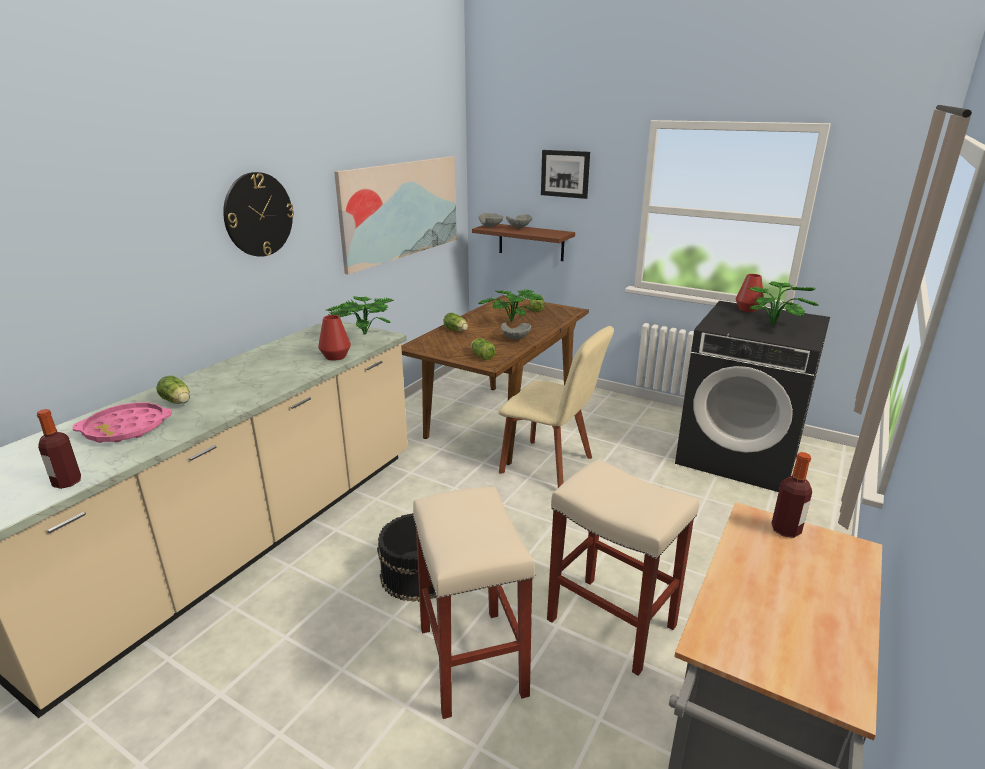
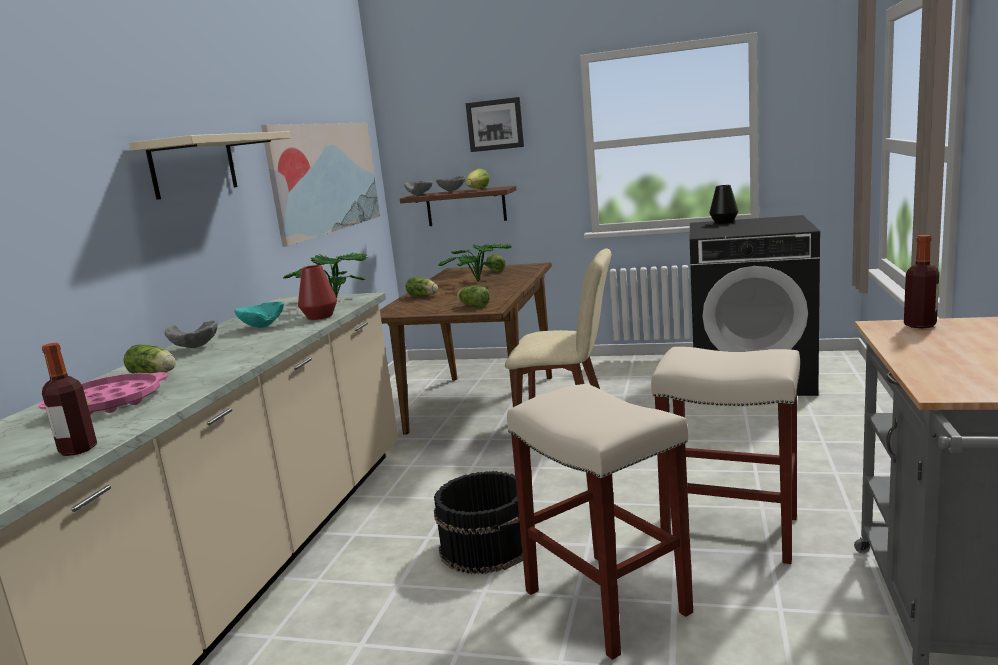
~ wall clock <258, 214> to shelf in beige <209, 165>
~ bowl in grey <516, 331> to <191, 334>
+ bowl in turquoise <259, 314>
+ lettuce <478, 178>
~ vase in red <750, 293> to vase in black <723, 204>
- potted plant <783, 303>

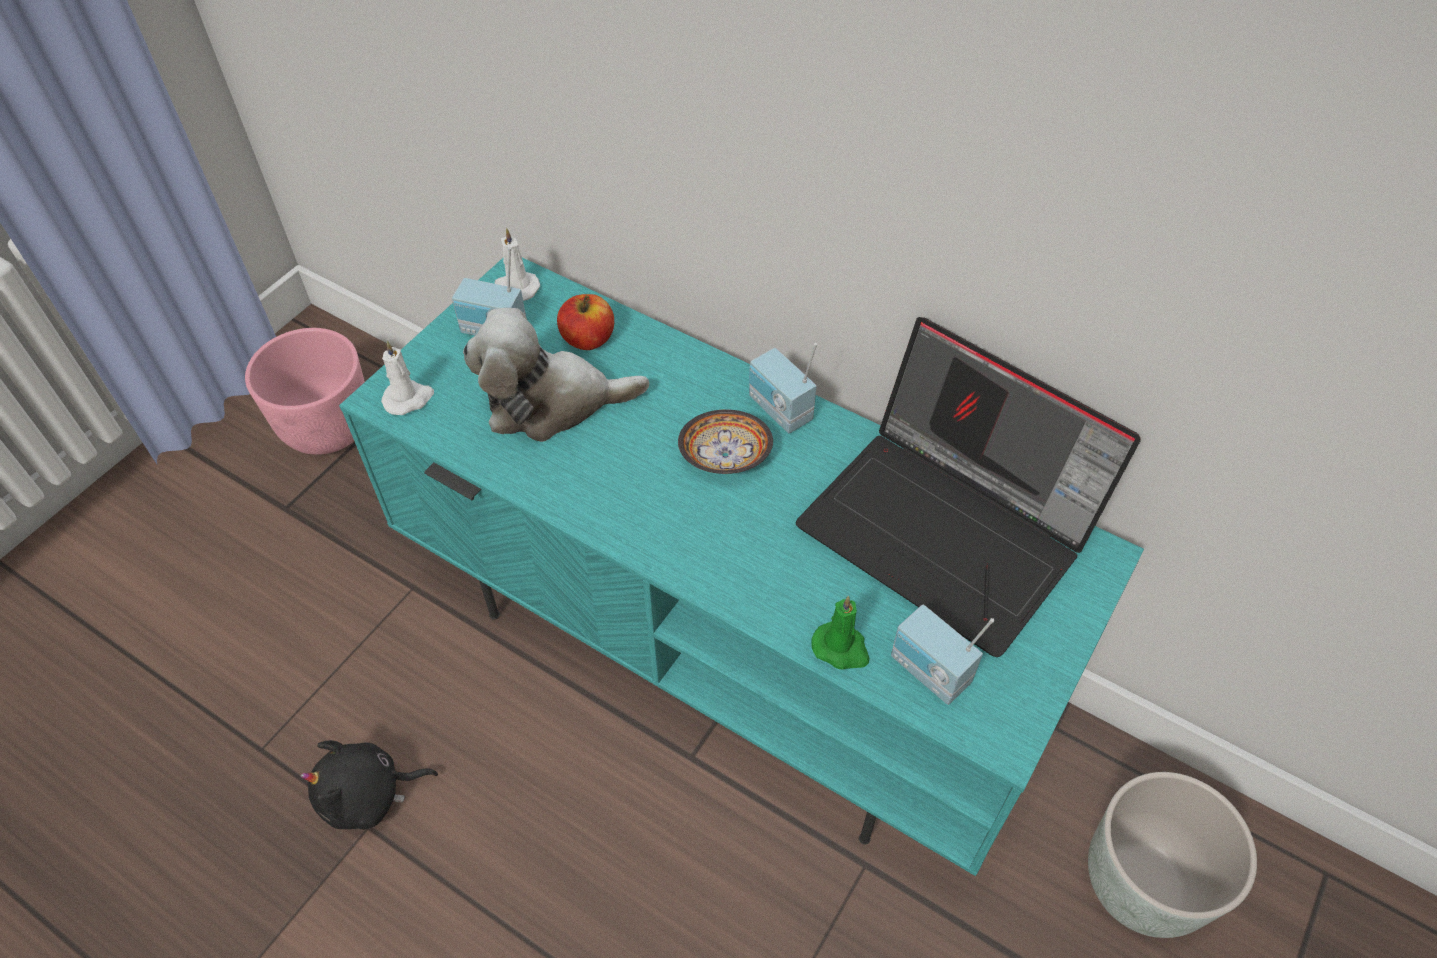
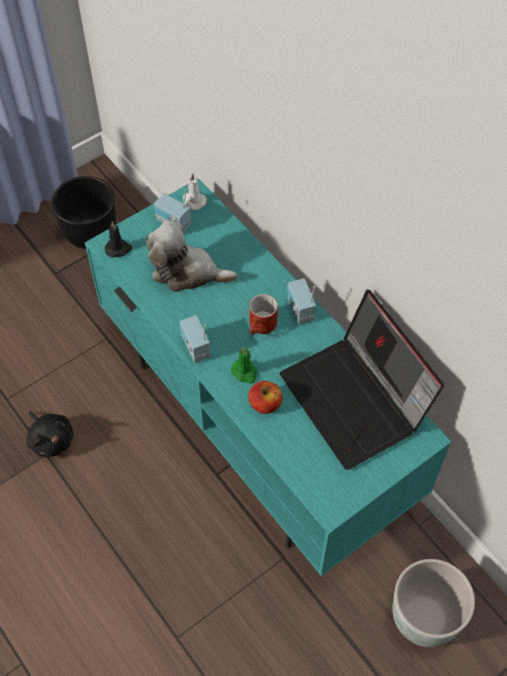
~ plush toy in black <369, 784> = <49, 434> 135 degrees counterclockwise
~ planter in pink <305, 391> to planter in black <84, 212>
~ candle in white <407, 378> to candle in black <118, 239>
~ radio <942, 654> to <195, 339>
~ candle in green <841, 633> to <244, 365>
~ apple <585, 322> to <265, 397>
~ bowl <725, 442> to mug in red <263, 314>

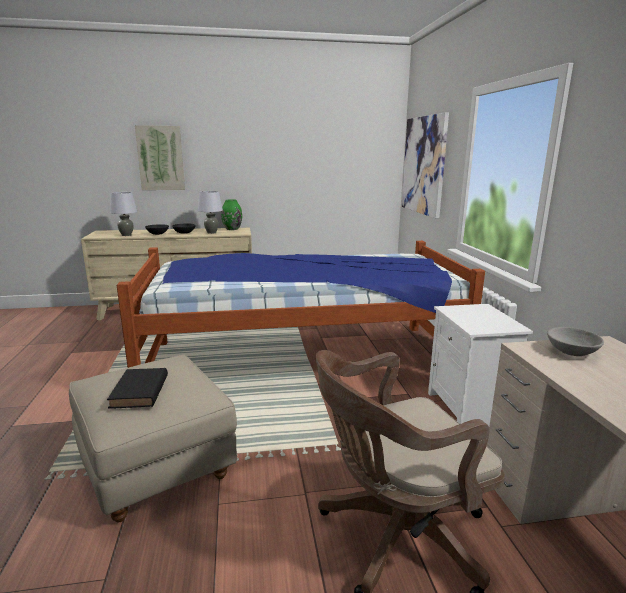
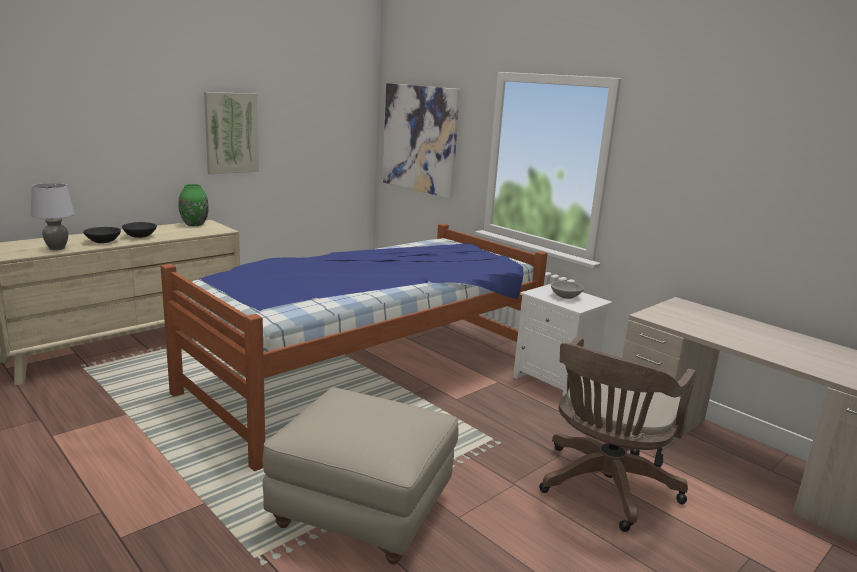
~ picture <160, 157> to <231, 133>
~ bowl in grey <575, 341> to <567, 290>
- book in black <137, 388>
- table lamp in grey <210, 212>

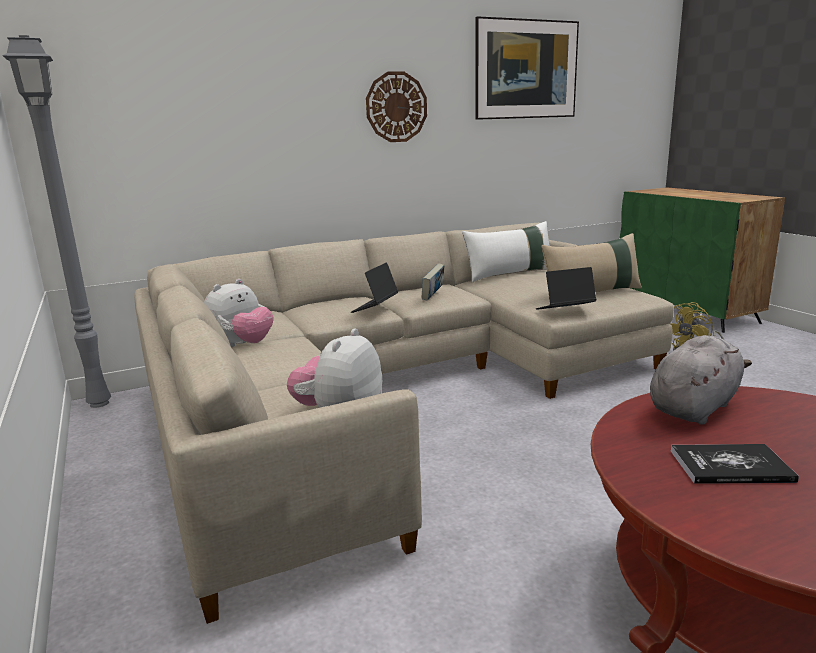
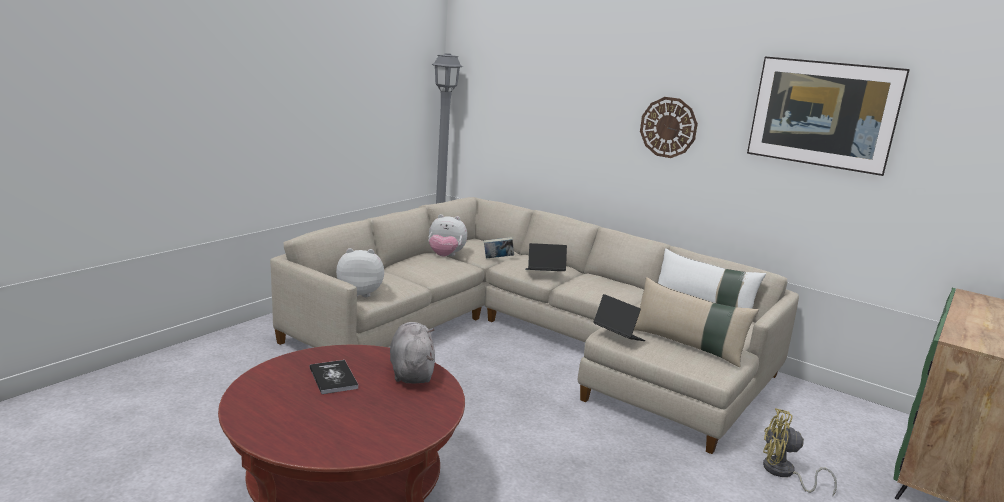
~ plush toy in grey <701, 380> = <412, 353> 120 degrees counterclockwise
~ book <433, 282> to <499, 248>

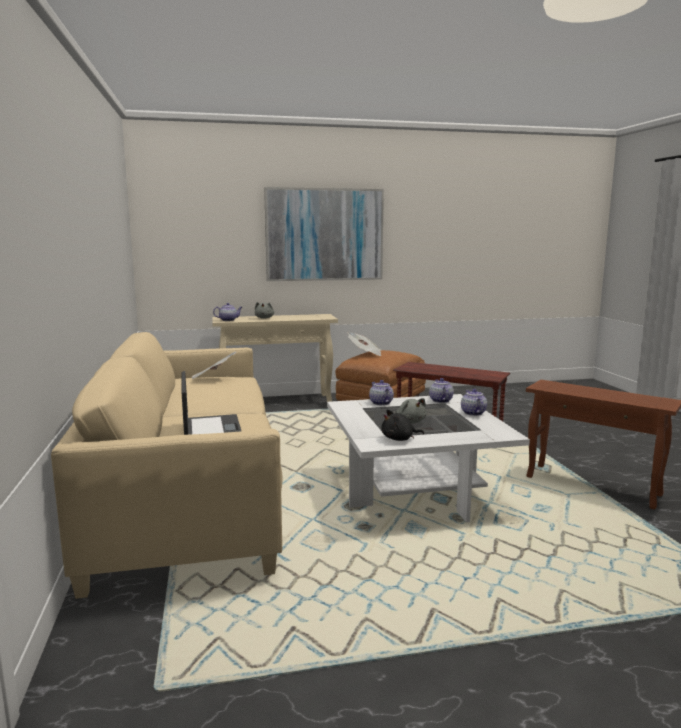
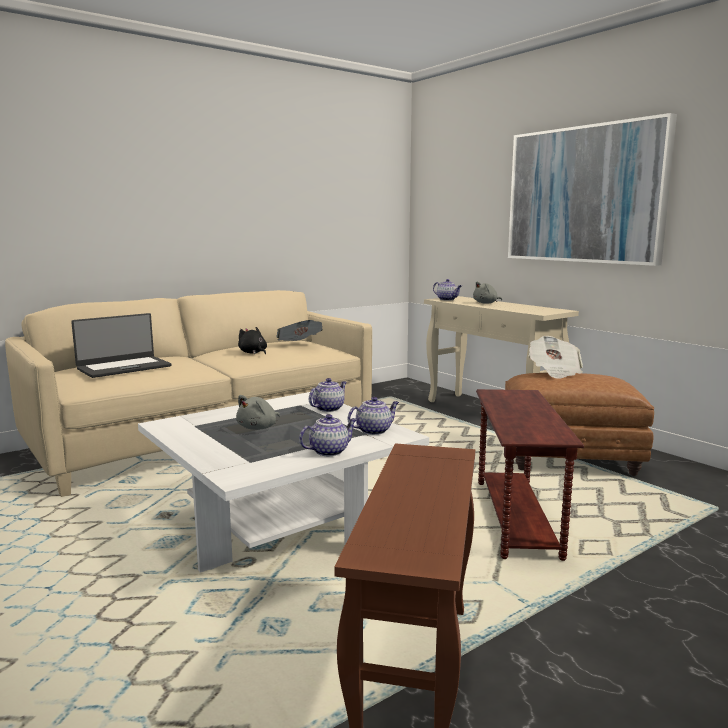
~ plush toy in black <402, 425> to <252, 340>

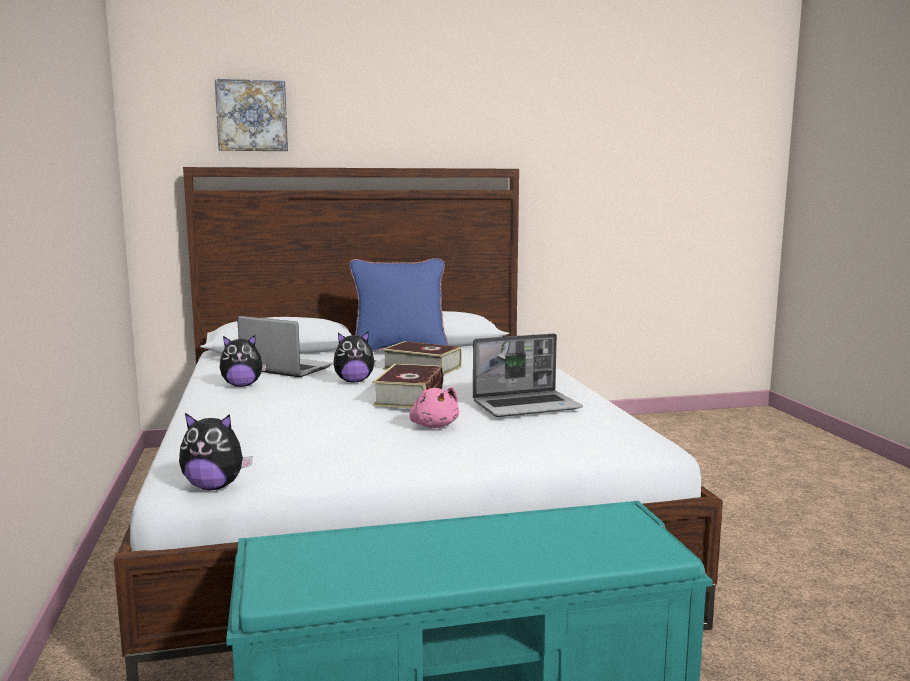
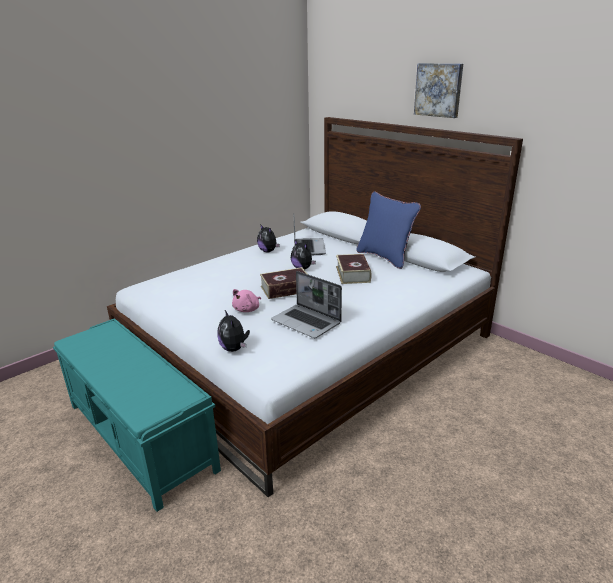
~ plush toy <216, 451> to <233, 331>
~ picture <251, 115> to <438, 90>

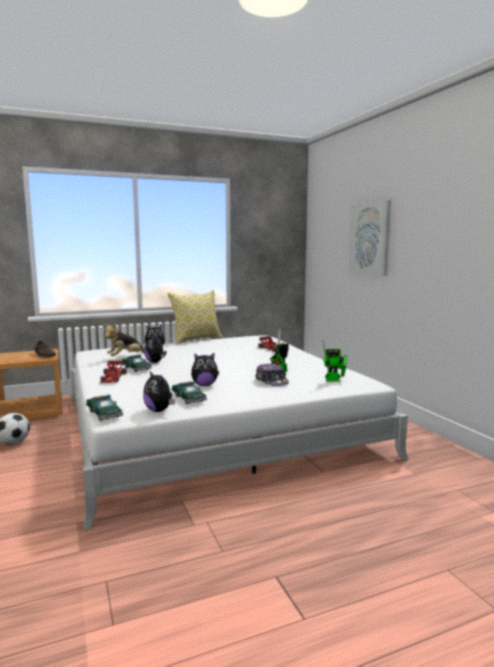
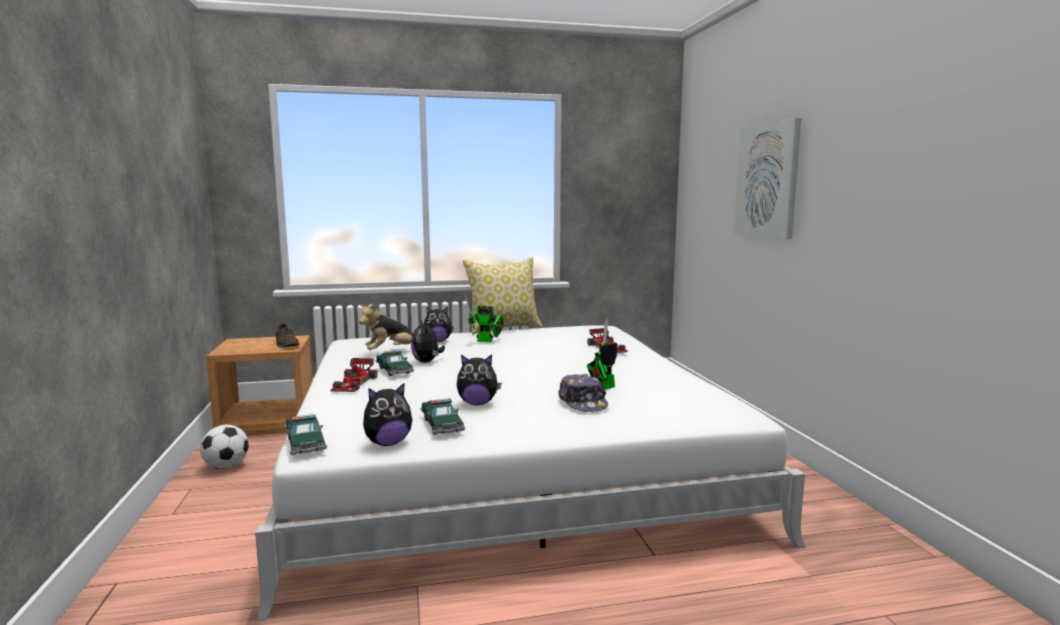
~ plush toy <159, 391> = <387, 414> 90 degrees counterclockwise
~ toy robot <335, 361> to <484, 318>

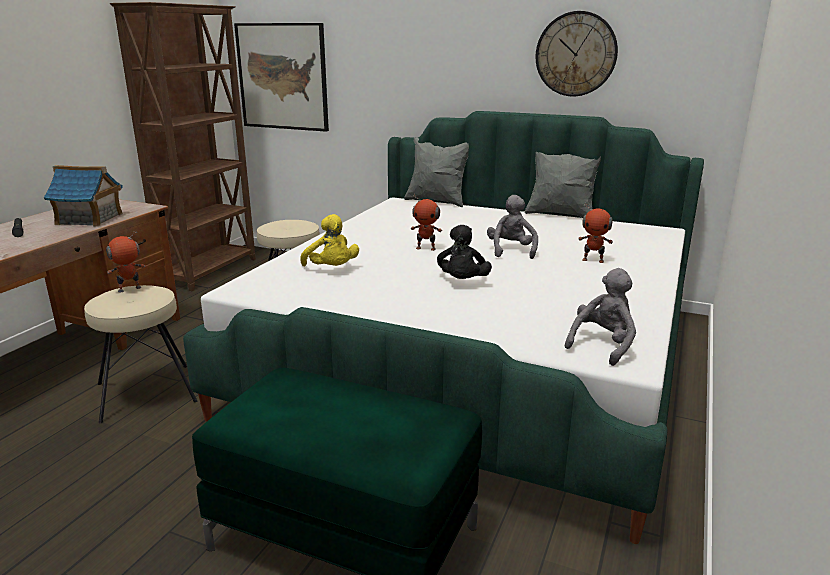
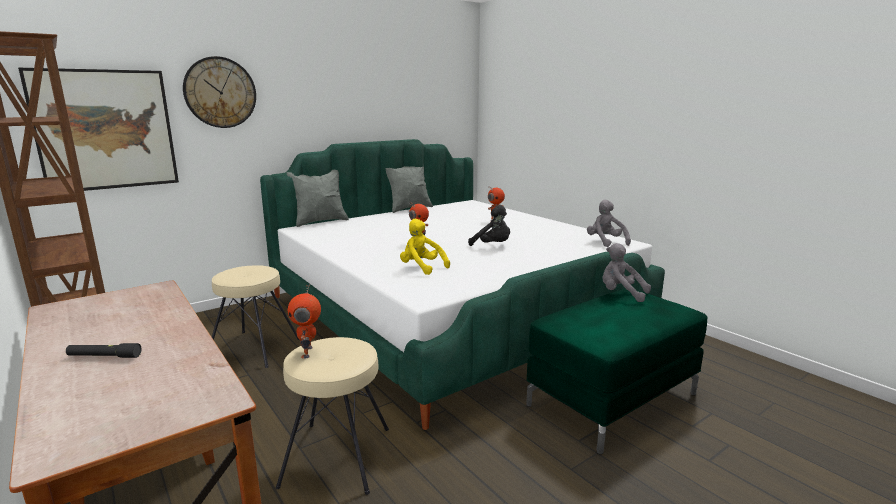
~ wall clock <576, 53> to <219, 92>
~ plush toy in yellow <329, 240> = <425, 247> 135 degrees counterclockwise
~ plush toy in grey <512, 227> to <626, 272>
- toy house <83, 196>

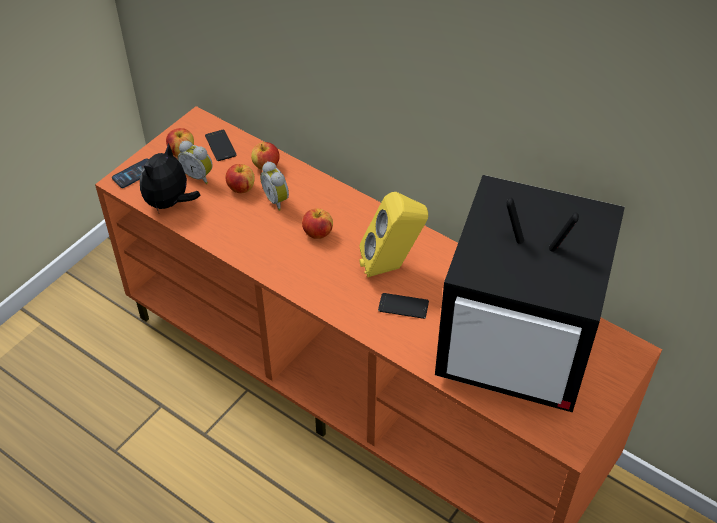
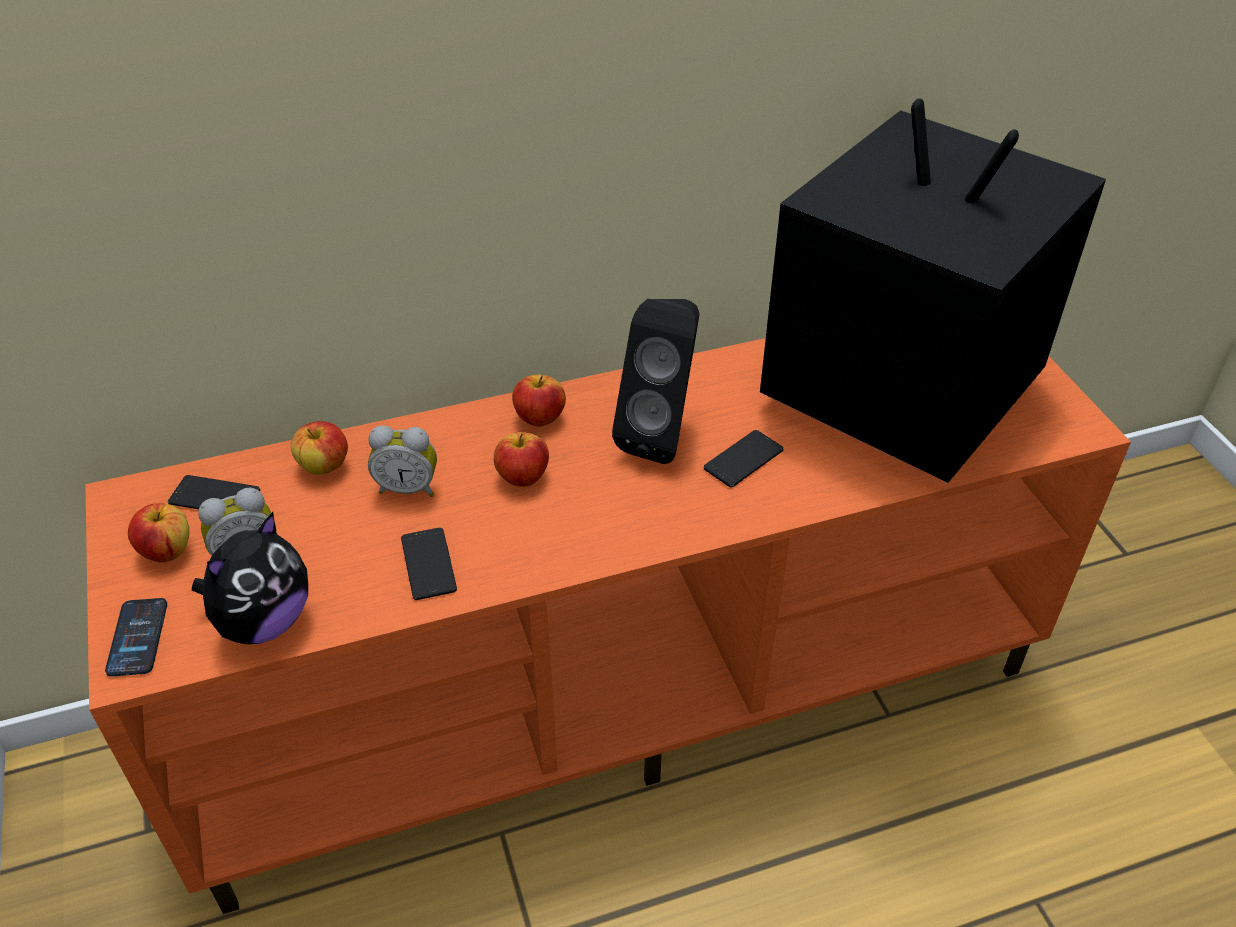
~ plush toy <170, 178> = <250, 578> 120 degrees counterclockwise
+ phone <429, 564>
~ apple <240, 179> to <539, 401>
~ speaker in yellow <393, 235> to speaker in black <655, 381>
~ television <530, 294> = <933, 290> 105 degrees counterclockwise

